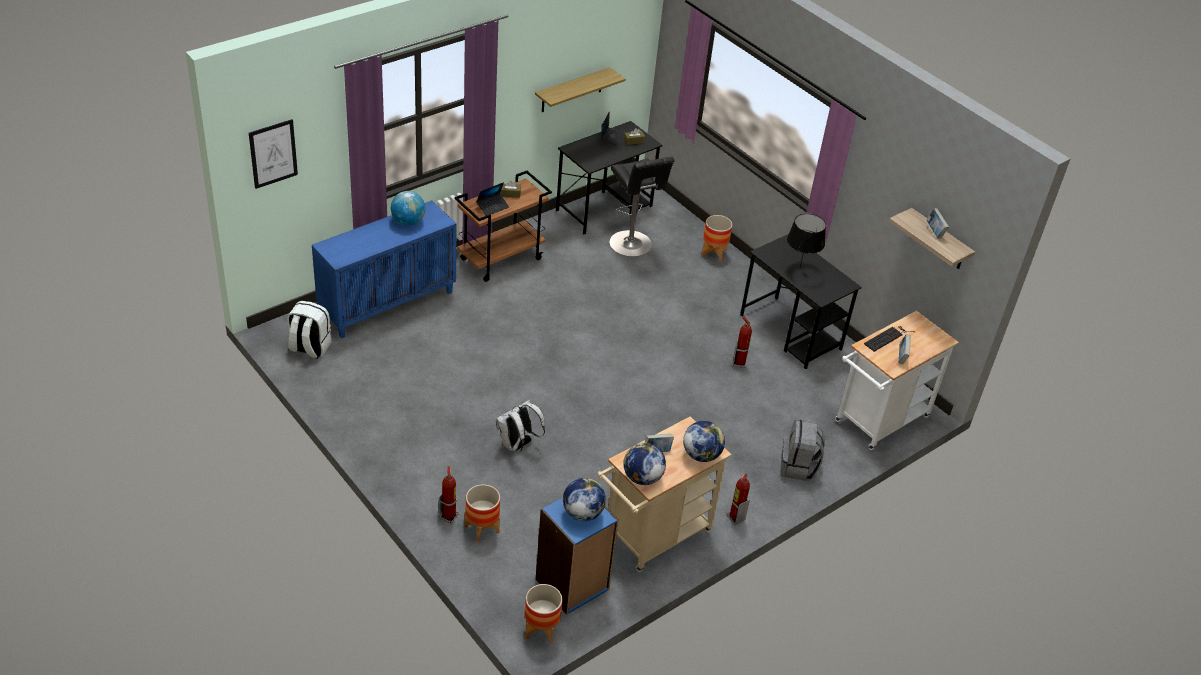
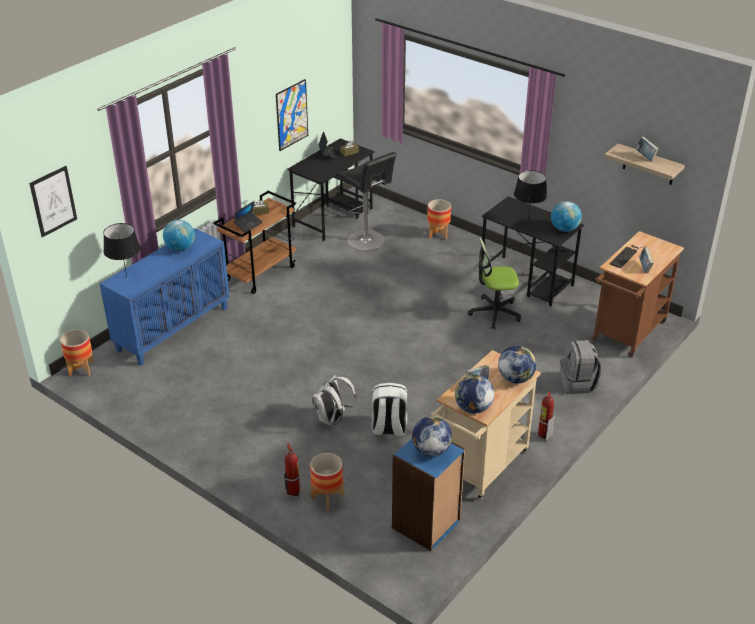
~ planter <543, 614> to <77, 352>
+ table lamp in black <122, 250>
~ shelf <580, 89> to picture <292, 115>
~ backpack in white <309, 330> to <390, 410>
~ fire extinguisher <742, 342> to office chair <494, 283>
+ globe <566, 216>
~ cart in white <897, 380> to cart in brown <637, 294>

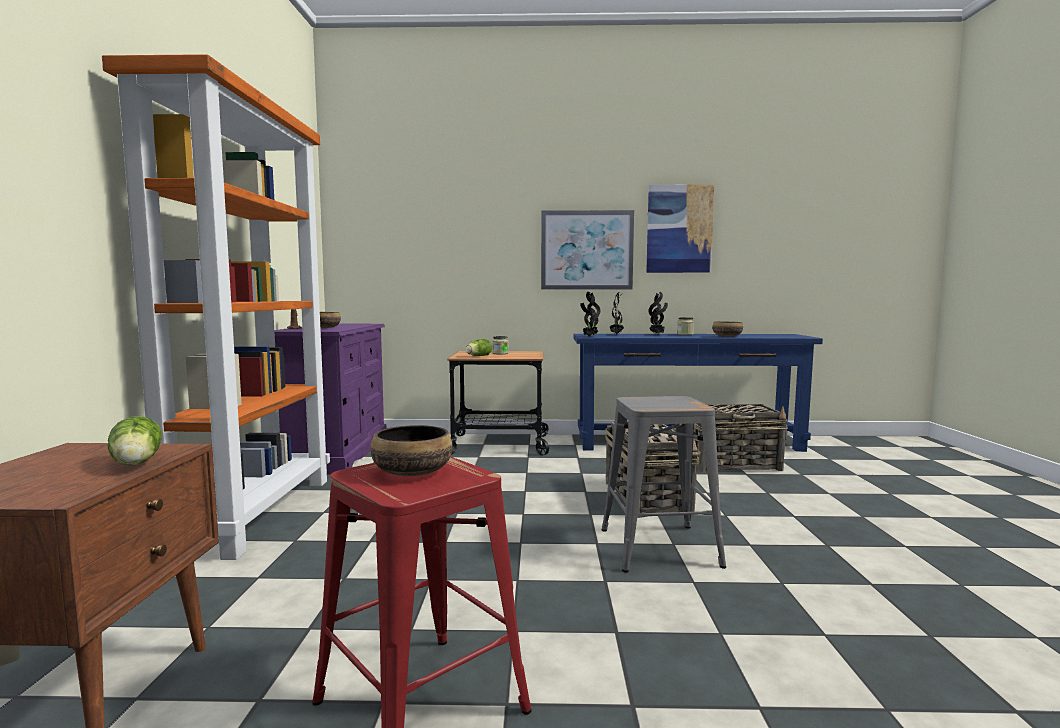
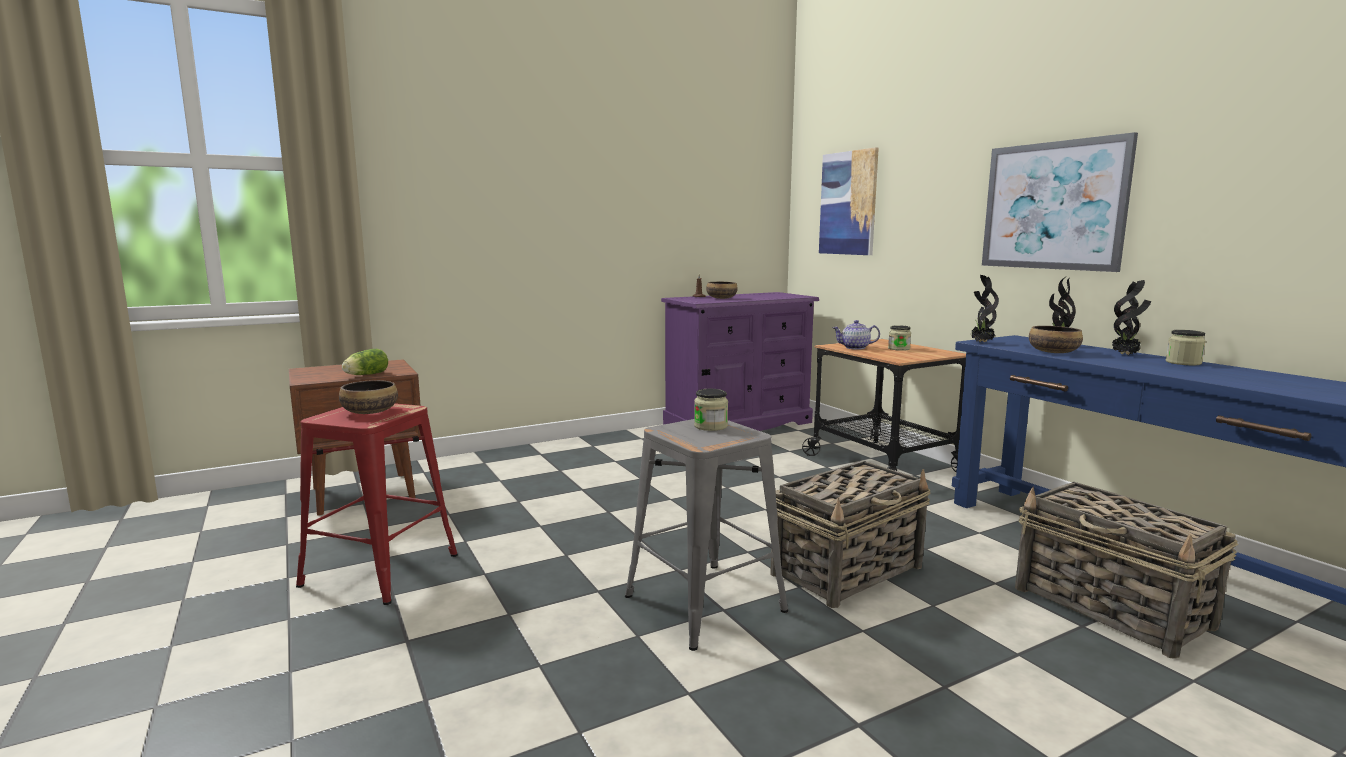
+ jar <711, 410>
~ picture <680, 228> to <849, 201>
~ lettuce <479, 347> to teapot <856, 335>
~ bowl <727, 329> to <1056, 339>
- bookcase in orange <216, 307>

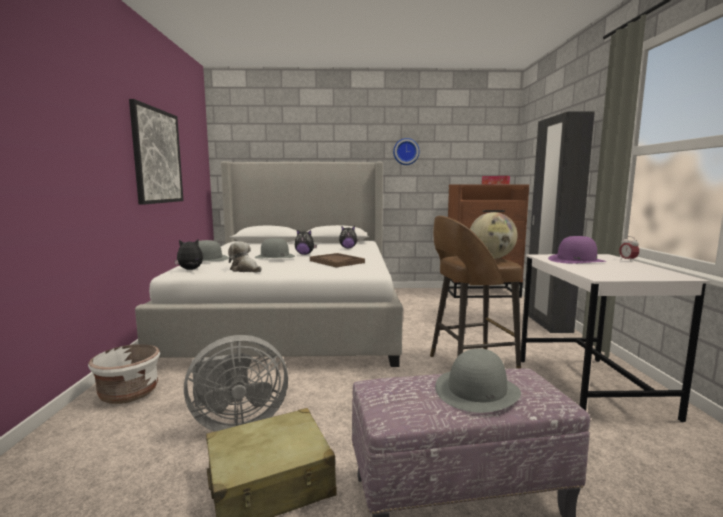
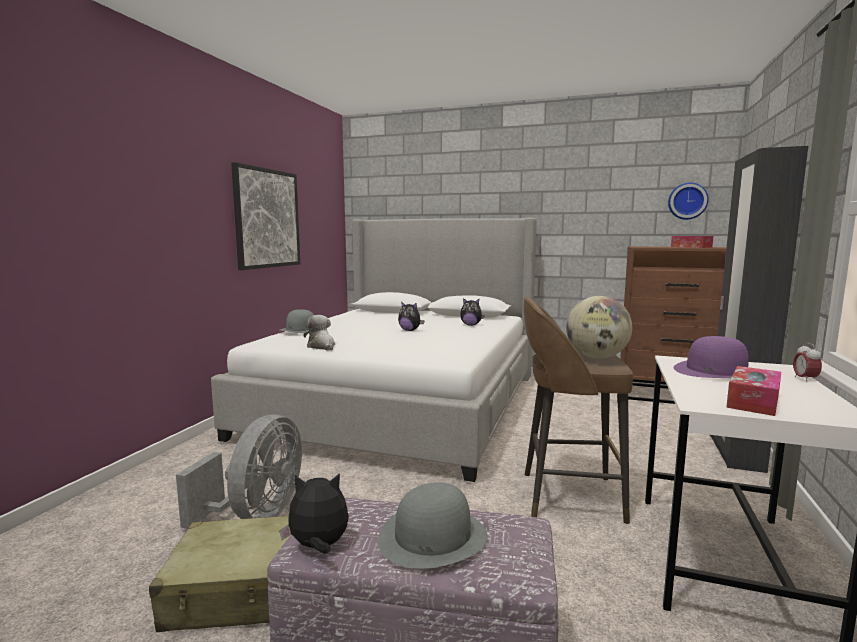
~ fan in grey <236, 383> = <239, 471> 75 degrees counterclockwise
~ plush toy <189, 254> to <314, 513>
~ wall clock <406, 151> to <688, 201>
+ tissue box <753, 391>
- planter in white <124, 374>
- hat in grey <274, 248>
- tray in brown <337, 260>

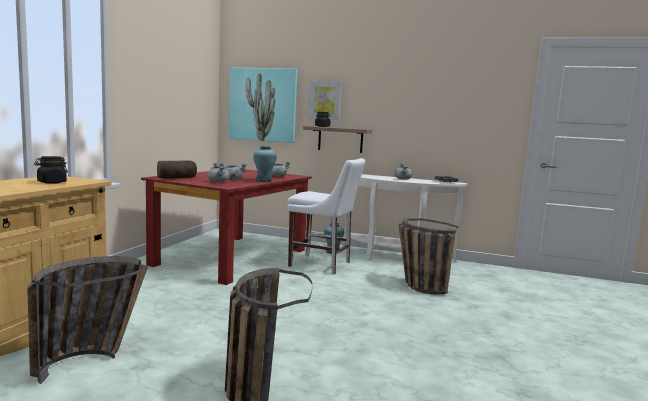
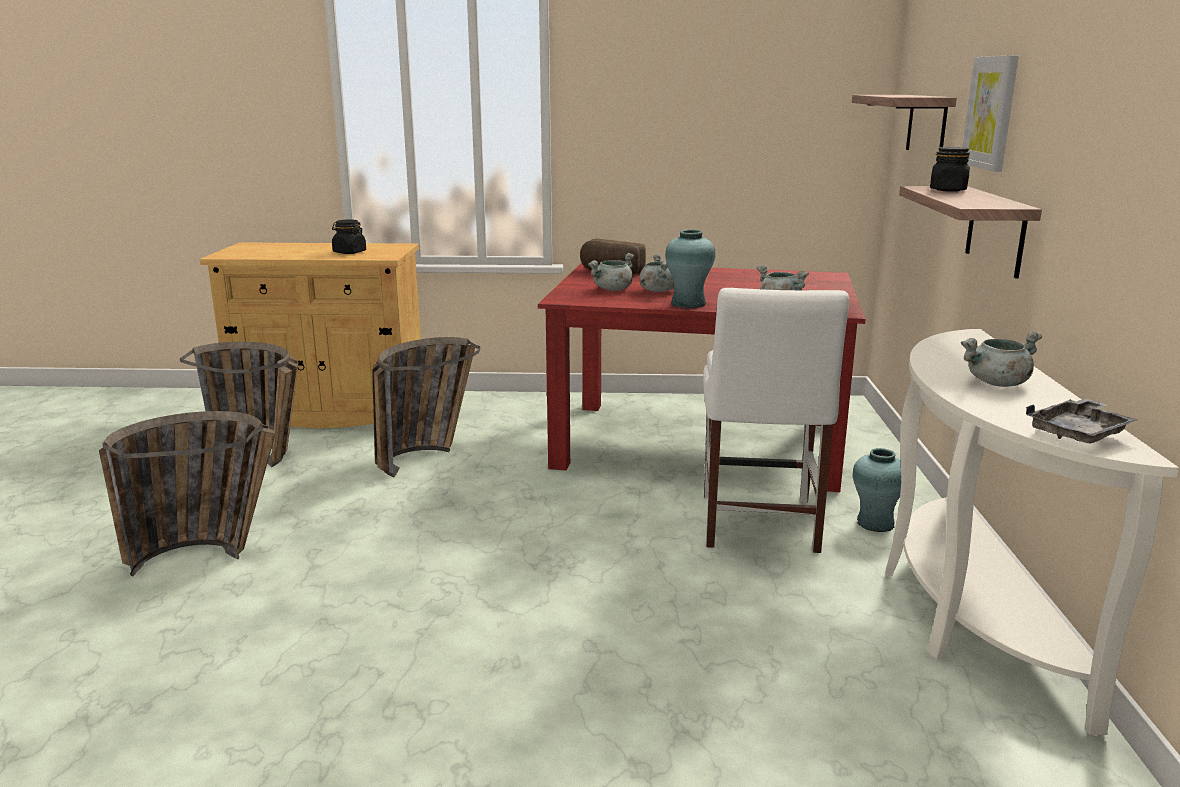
~ basket <428, 256> to <426, 407>
~ picture <263, 105> to shelf <904, 122>

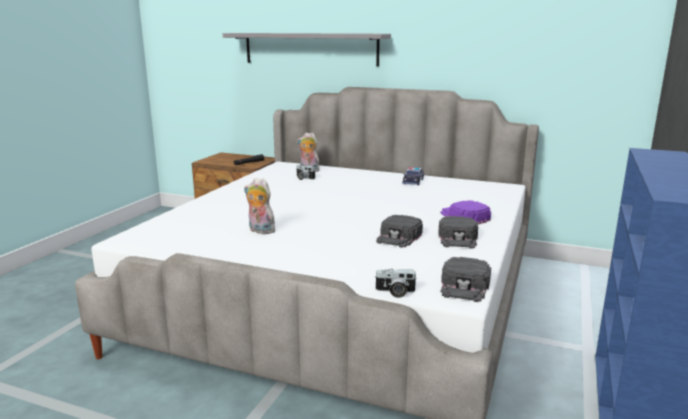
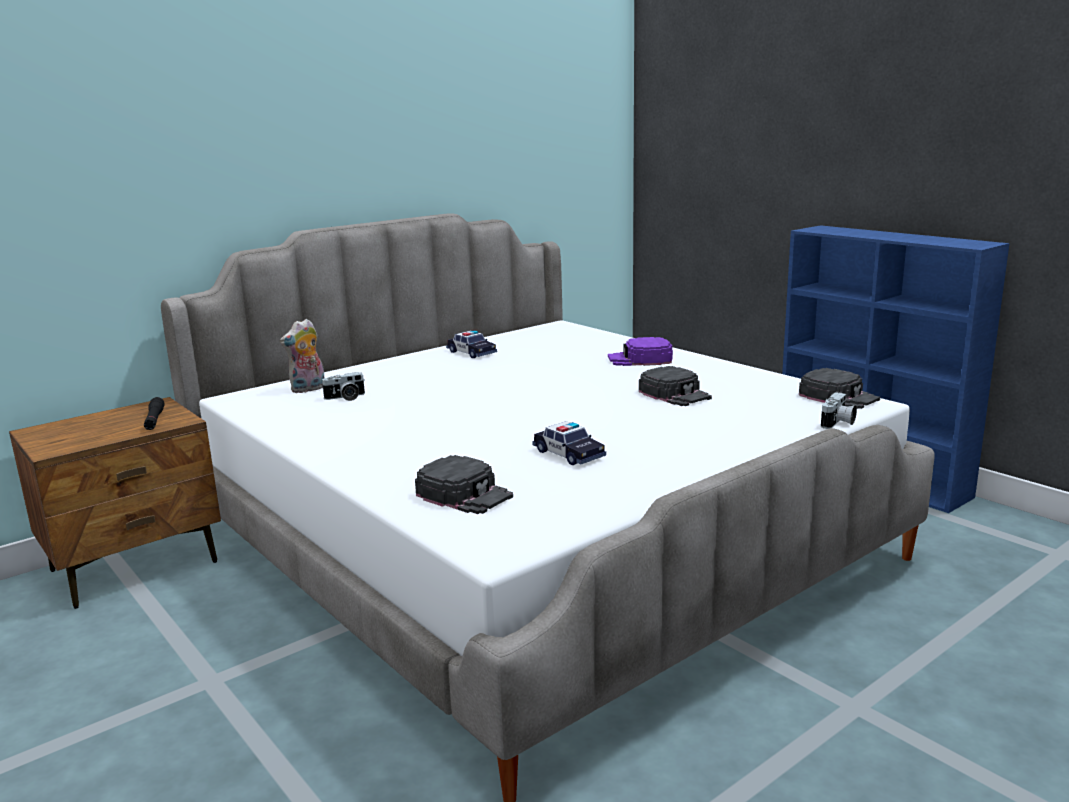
~ cap in black <458, 232> to <464, 484>
~ plush toy <259, 206> to toy car <569, 443>
- shelf in grey <307, 49>

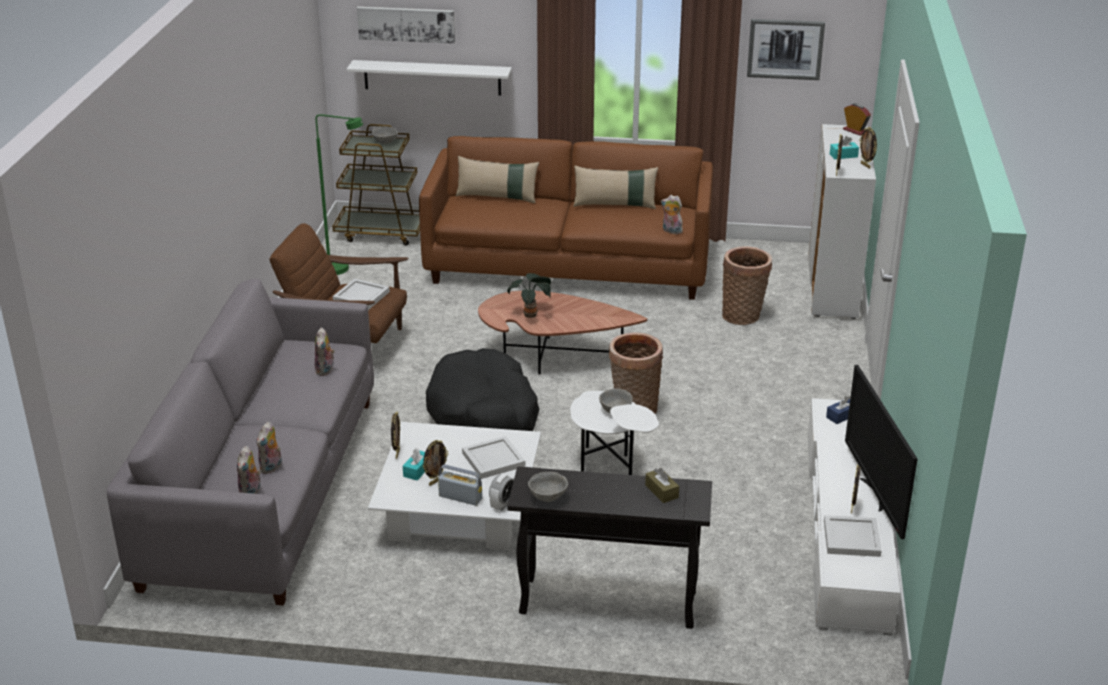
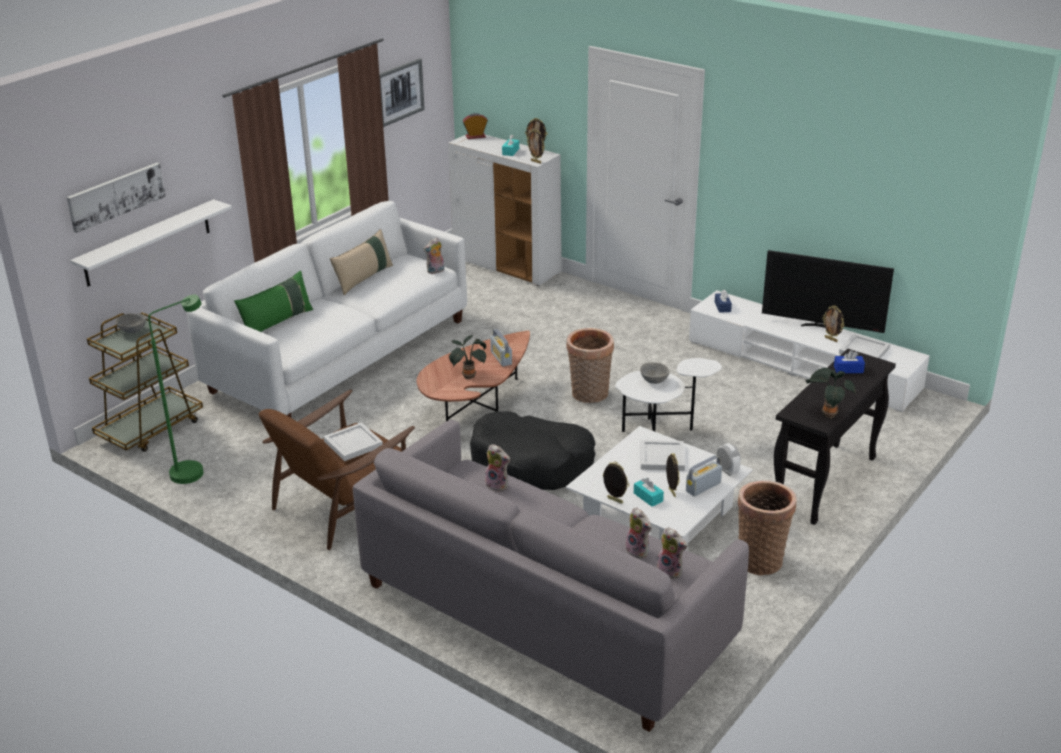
~ sofa in brown <566, 218> to sofa in white <327, 309>
~ pillow in beige <497, 179> to pillow in green <273, 301>
+ radio <501, 347>
~ basket <747, 285> to <767, 527>
~ bowl in grey <548, 487> to potted plant <831, 393>
~ tissue box in brown <662, 485> to tissue box in blue <849, 361>

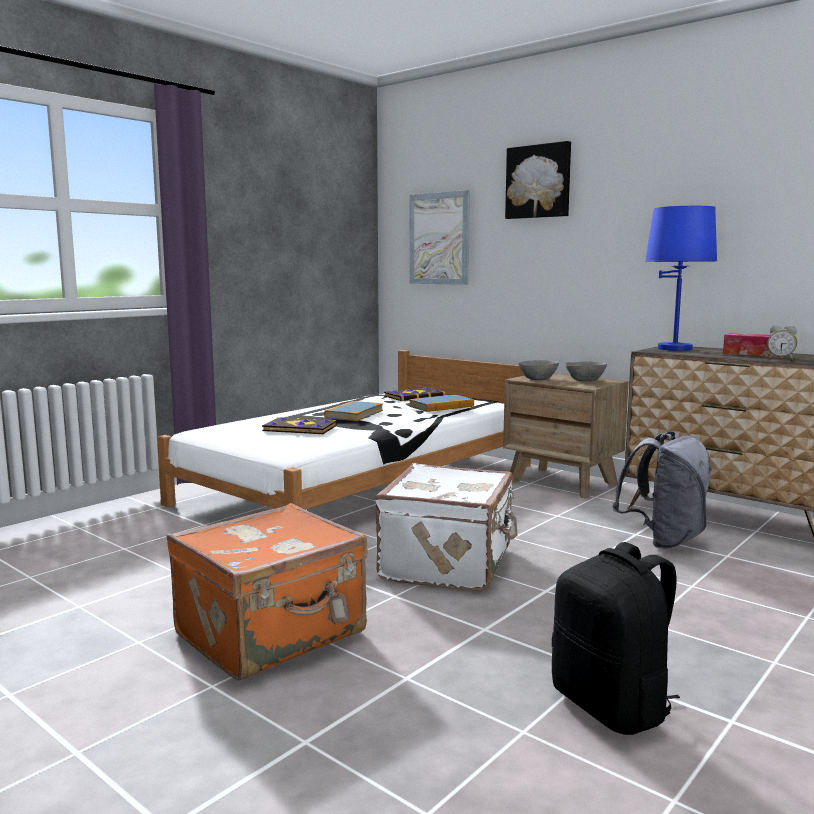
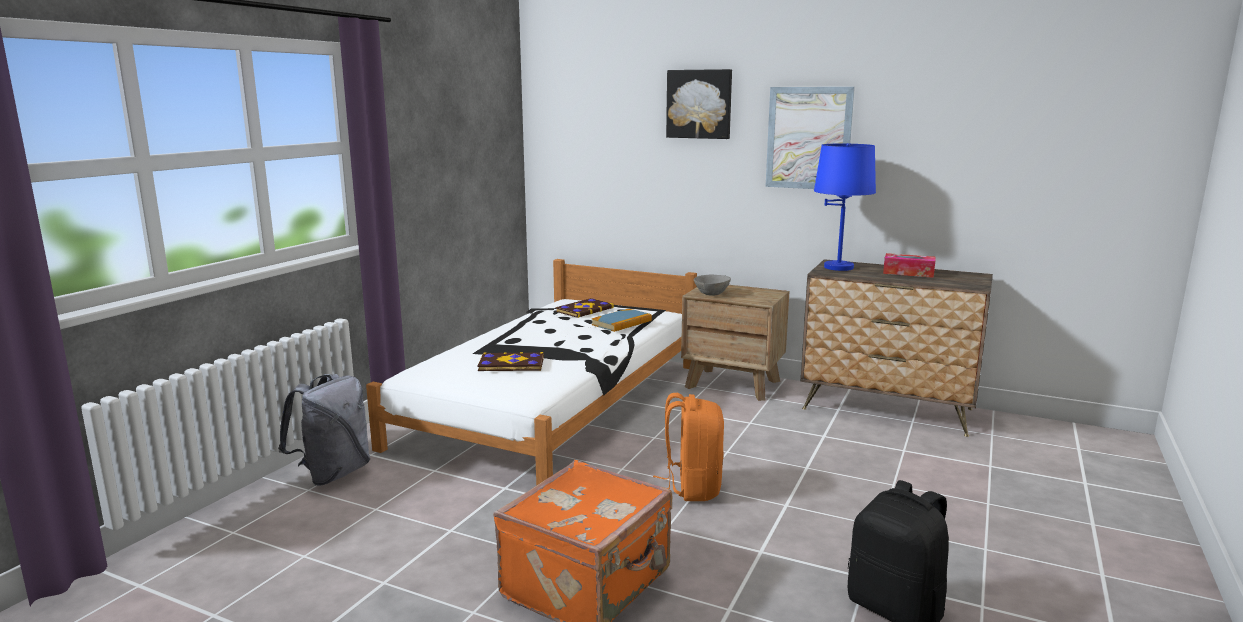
~ backpack in grey <662, 490> to <324, 430>
~ suitcase in white <446, 527> to backpack in orange <688, 447>
~ picture <439, 237> to <810, 138>
- book <353, 411>
- bowl in grey <586, 371>
- alarm clock <782, 342>

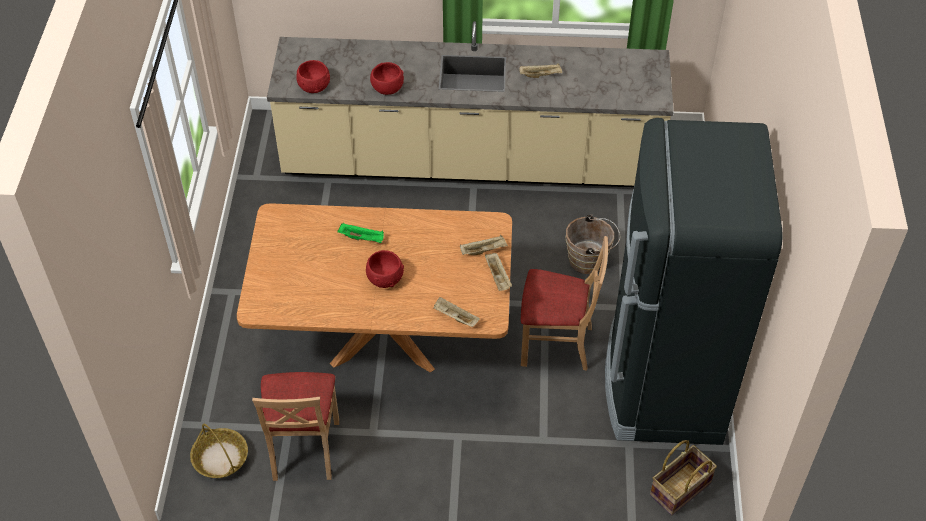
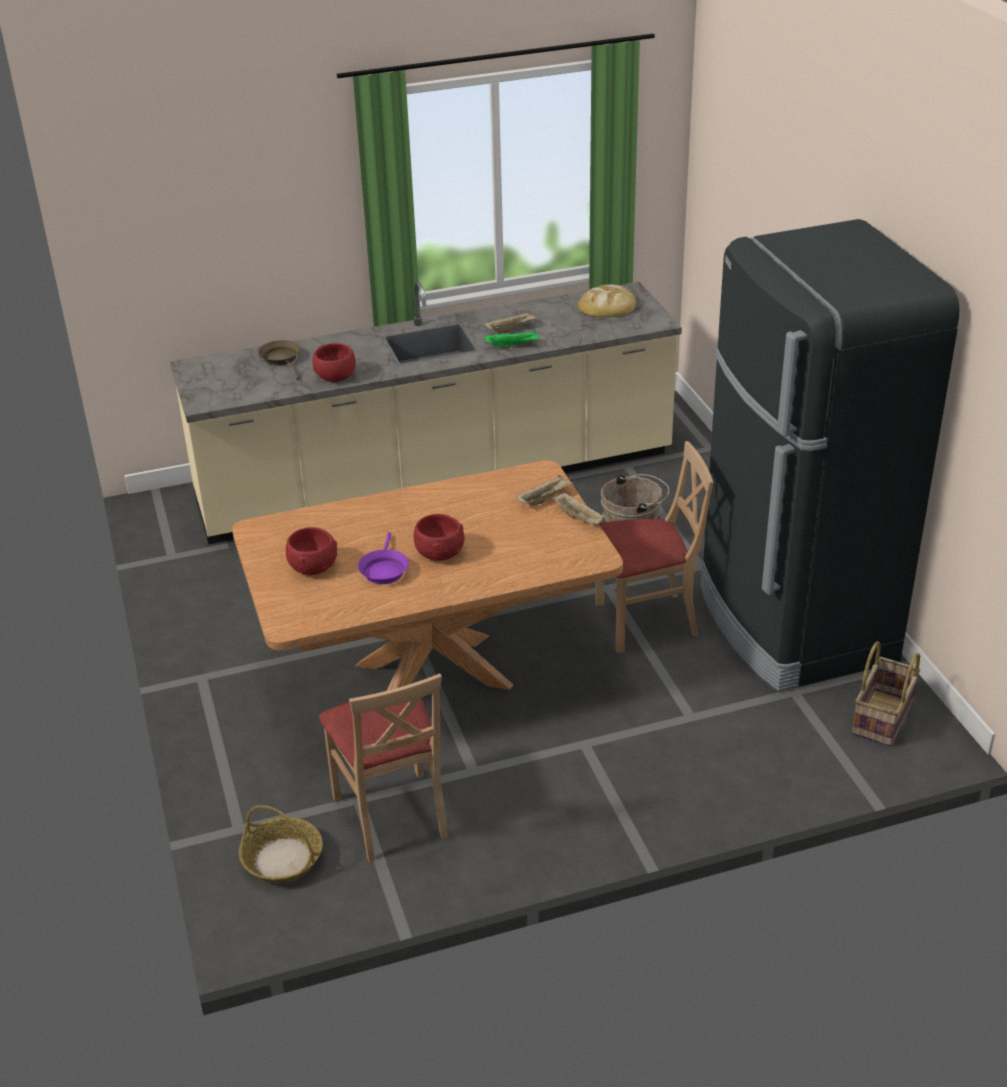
+ frying pan in brown <279, 360>
~ bowl in red <313, 76> to <311, 551>
+ frying pan in purple <383, 558>
~ tray in green <361, 233> to <512, 339>
+ bread <607, 300>
- tray in beige <456, 312>

